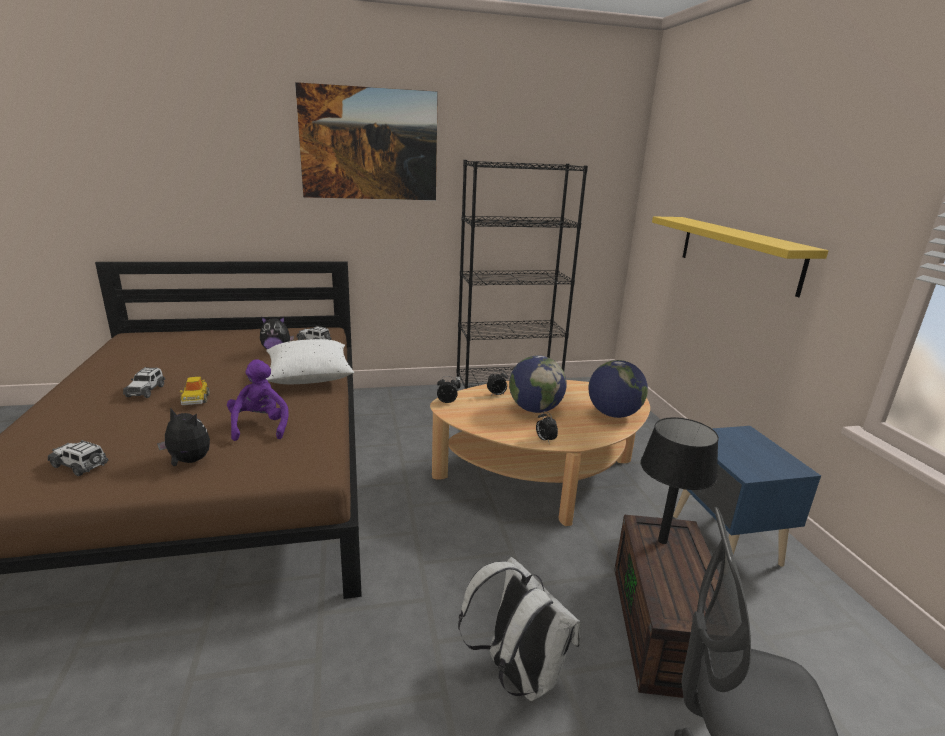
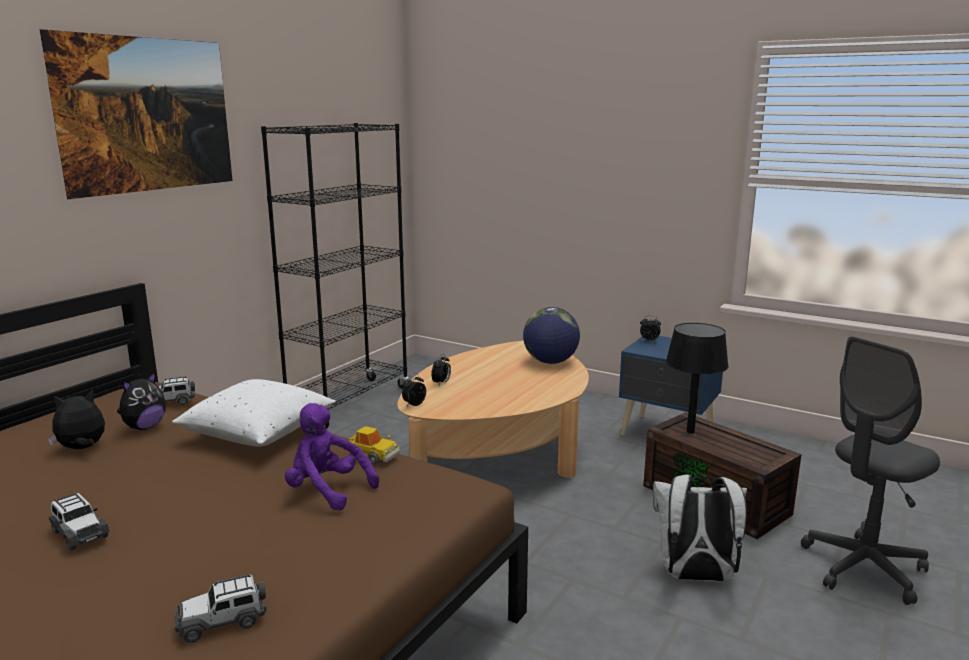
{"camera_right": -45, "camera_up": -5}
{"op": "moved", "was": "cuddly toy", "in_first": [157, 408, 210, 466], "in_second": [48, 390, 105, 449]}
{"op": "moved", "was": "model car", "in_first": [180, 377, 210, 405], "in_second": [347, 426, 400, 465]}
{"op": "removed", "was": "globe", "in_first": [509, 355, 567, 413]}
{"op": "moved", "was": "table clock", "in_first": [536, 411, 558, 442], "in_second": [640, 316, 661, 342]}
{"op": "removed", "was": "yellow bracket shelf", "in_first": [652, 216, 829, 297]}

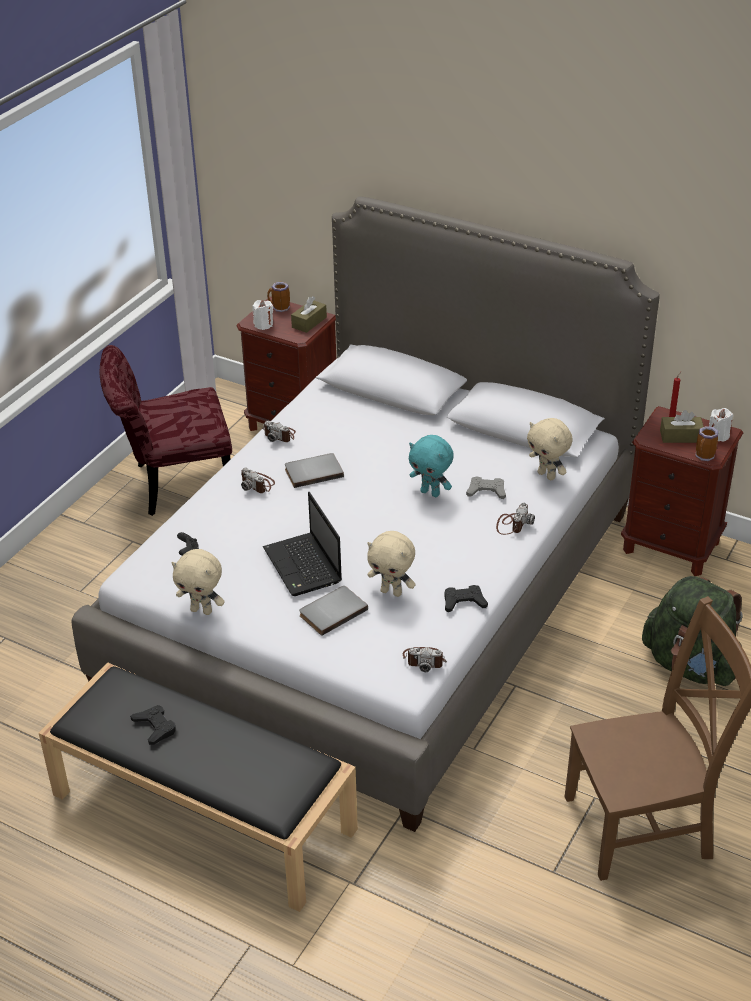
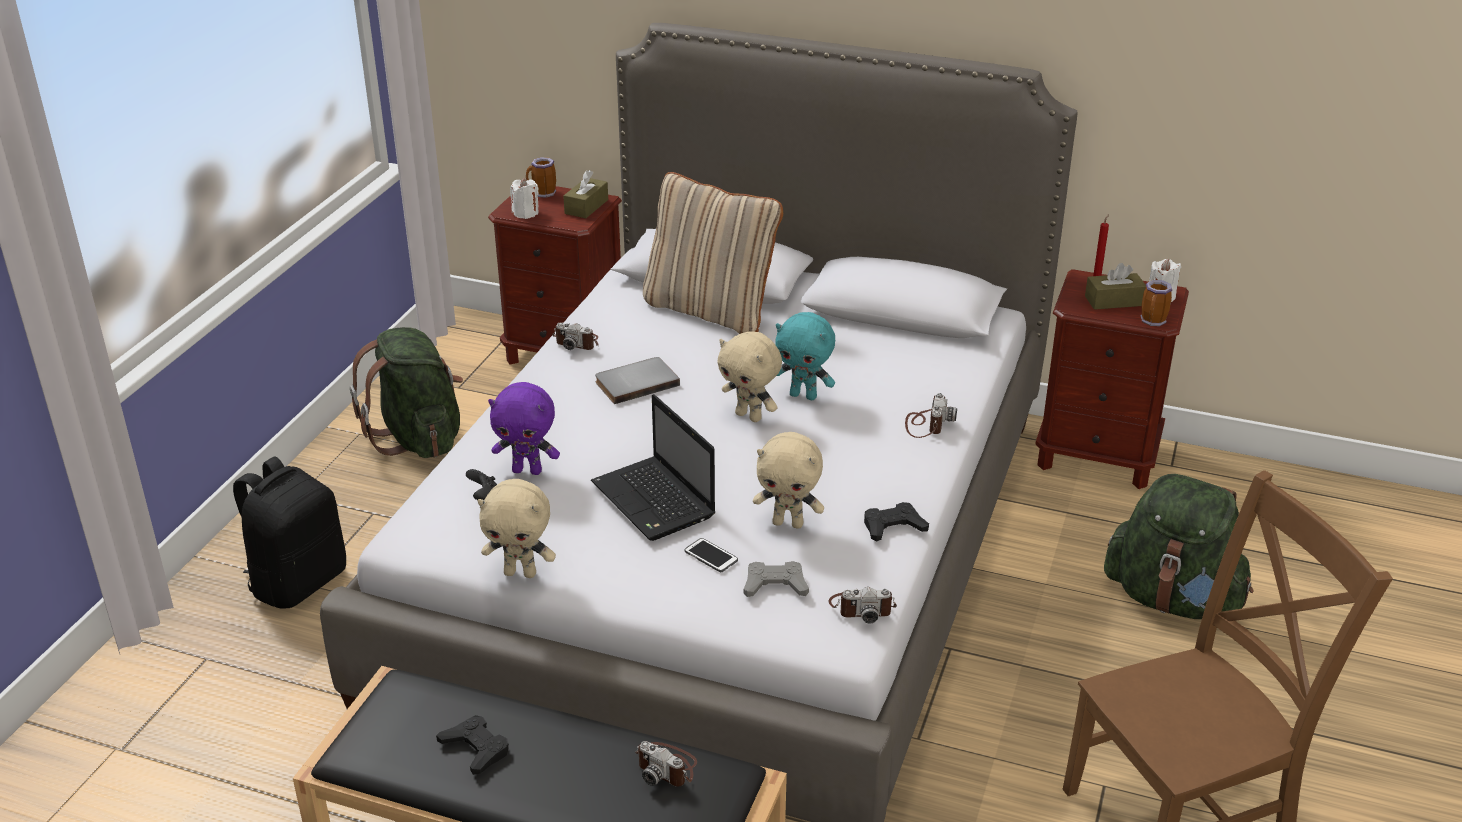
{"camera_right": -10, "camera_up": -5}
{"op": "replaced", "was": "red chair", "now": "green rucksack", "in_first": [99, 345, 232, 516], "in_second": [350, 327, 463, 458]}
{"op": "moved", "was": "still camera", "in_first": [241, 468, 275, 493], "in_second": [635, 741, 697, 787]}
{"op": "replaced", "was": "gray bound book", "now": "phone", "in_first": [299, 586, 368, 636], "in_second": [684, 538, 738, 572]}
{"op": "moved", "was": "gray joypad", "in_first": [466, 476, 506, 499], "in_second": [744, 561, 809, 597]}
{"op": "moved", "was": "beige cuddly toy", "in_first": [527, 418, 573, 480], "in_second": [717, 331, 782, 422]}
{"op": "added", "now": "black rucksack", "in_second": [233, 456, 346, 609]}
{"op": "added", "now": "purplish cuddly toy", "in_second": [488, 382, 560, 475]}
{"op": "added", "now": "beige pillow", "in_second": [643, 172, 783, 334]}

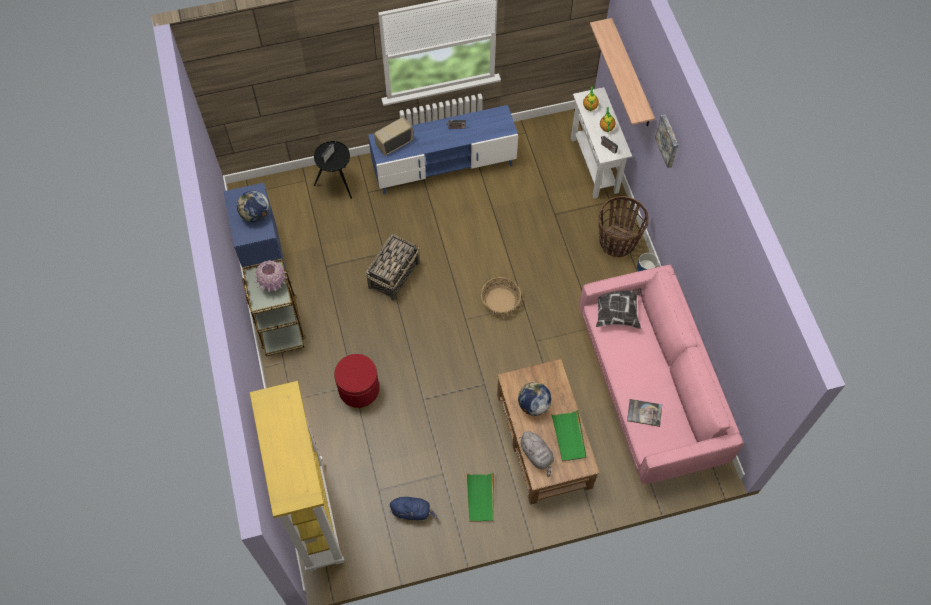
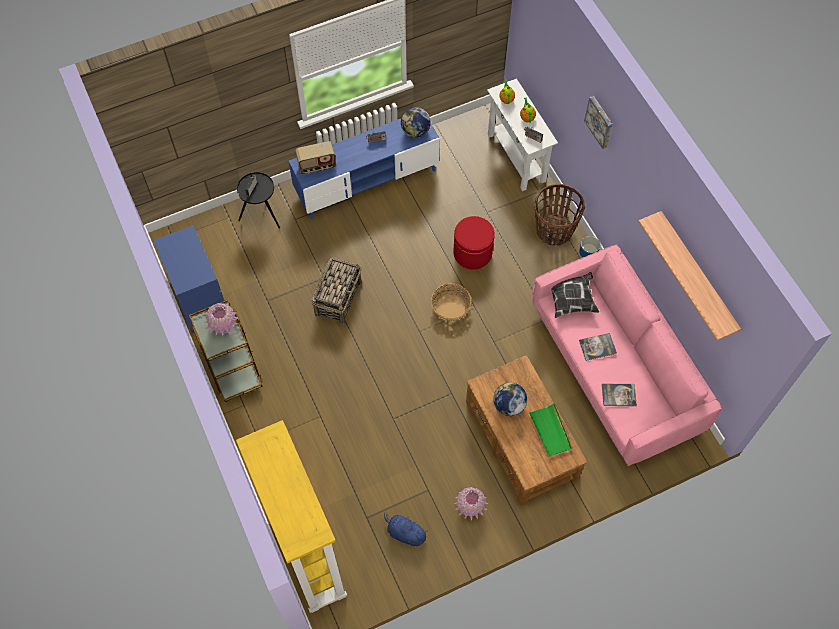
{"camera_right": -10, "camera_up": 0}
{"op": "moved", "was": "globe", "in_first": [237, 191, 269, 222], "in_second": [401, 107, 431, 138]}
{"op": "moved", "was": "red pouffe", "in_first": [334, 354, 379, 408], "in_second": [453, 216, 495, 270]}
{"op": "turned", "was": "radio set", "in_first": [374, 117, 413, 156], "in_second": [295, 141, 336, 174], "clockwise": -150}
{"op": "turned", "was": "blue cuddly toy", "in_first": [390, 497, 438, 520], "in_second": [384, 512, 428, 546], "clockwise": -150}
{"op": "replaced", "was": "green serving tray", "now": "pink-coloured flower vase", "in_first": [467, 473, 494, 522], "in_second": [454, 487, 488, 520]}
{"op": "removed", "was": "gray cuddly toy", "in_first": [519, 431, 554, 477]}
{"op": "moved", "was": "bracket shelf", "in_first": [590, 18, 655, 126], "in_second": [638, 211, 741, 341]}
{"op": "added", "now": "bound book", "in_second": [579, 333, 617, 361]}

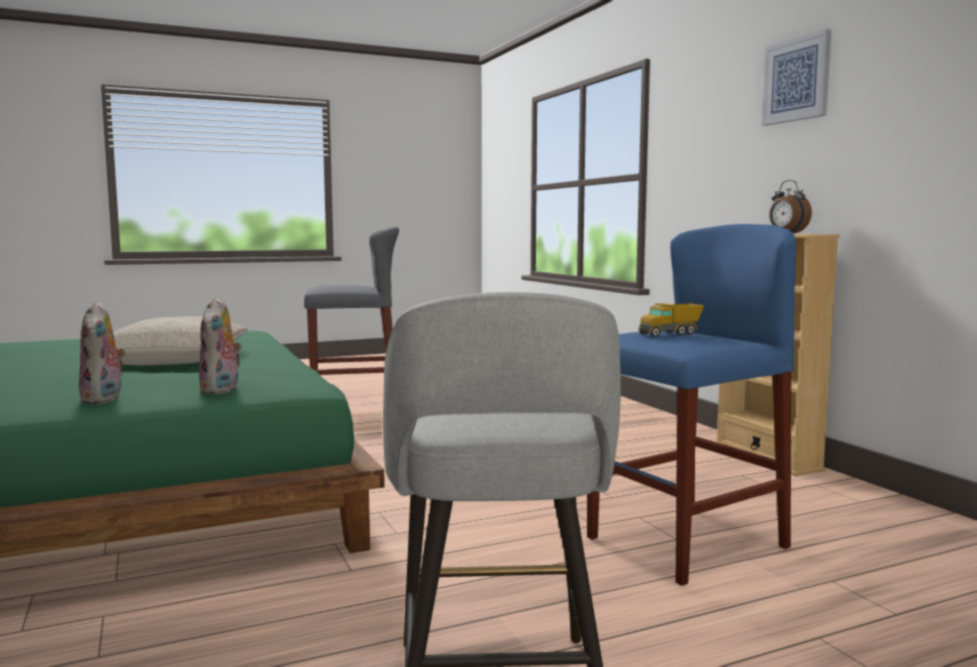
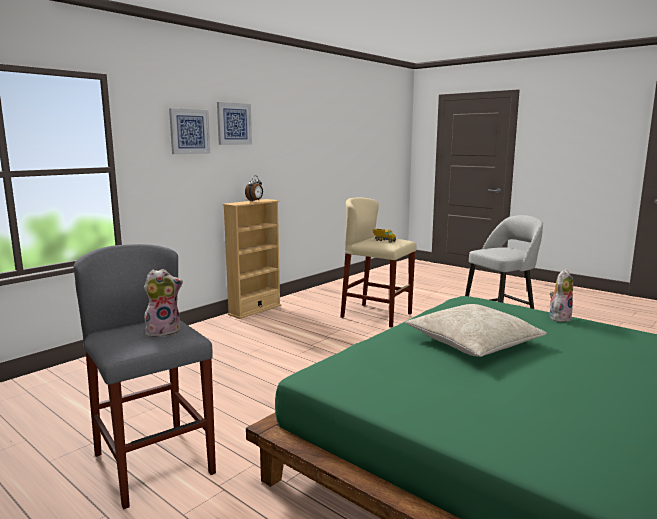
{"camera_right": -115, "camera_up": 5}
{"op": "moved", "was": "cuddly toy", "in_first": [199, 296, 242, 395], "in_second": [144, 269, 183, 337]}
{"op": "recoloured", "was": "blue sitting stool", "now": "beige sitting stool", "in_first": [587, 224, 796, 586], "in_second": [340, 197, 416, 328]}
{"op": "added", "now": "wall art", "in_second": [169, 108, 210, 154]}

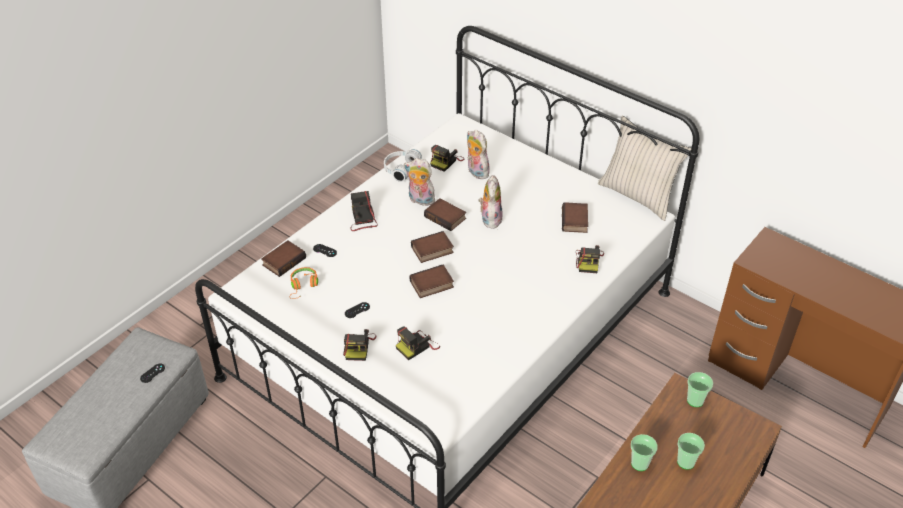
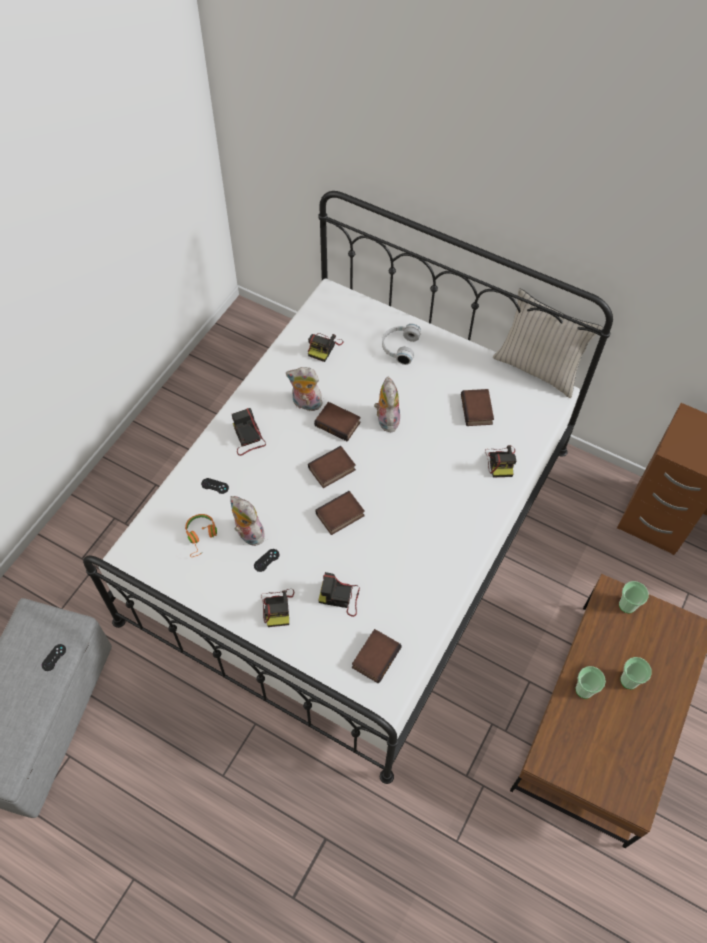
{"camera_right": -10, "camera_up": 15}
{"op": "moved", "was": "bound book", "in_first": [261, 240, 306, 277], "in_second": [352, 629, 402, 683]}
{"op": "moved", "was": "white-coloured pair of headphones", "in_first": [384, 149, 422, 182], "in_second": [382, 324, 421, 365]}
{"op": "turned", "was": "still camera", "in_first": [396, 326, 440, 360], "in_second": [318, 572, 360, 617], "clockwise": 60}
{"op": "moved", "was": "cuddly toy", "in_first": [467, 130, 490, 179], "in_second": [230, 496, 266, 546]}

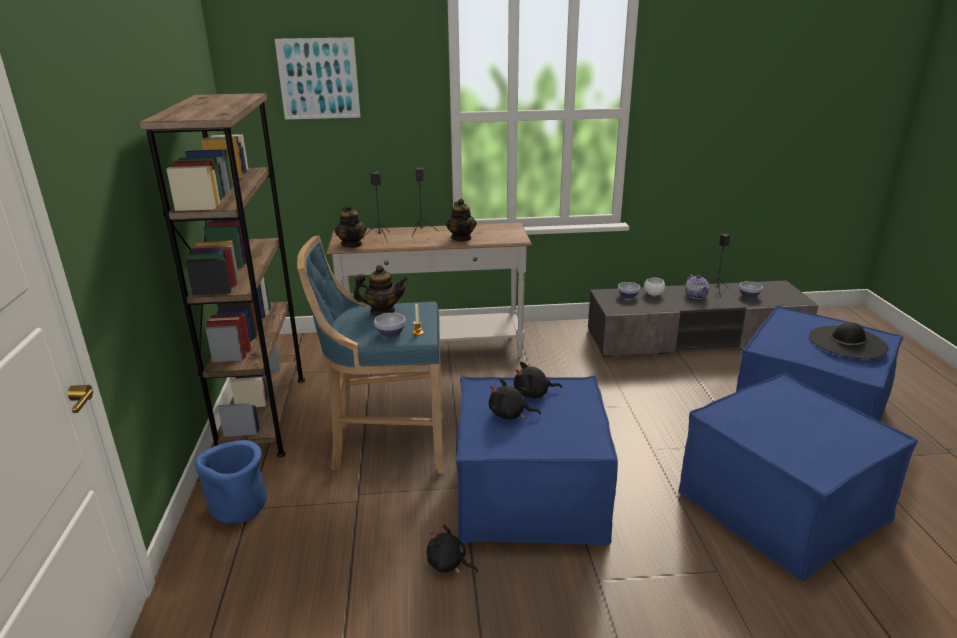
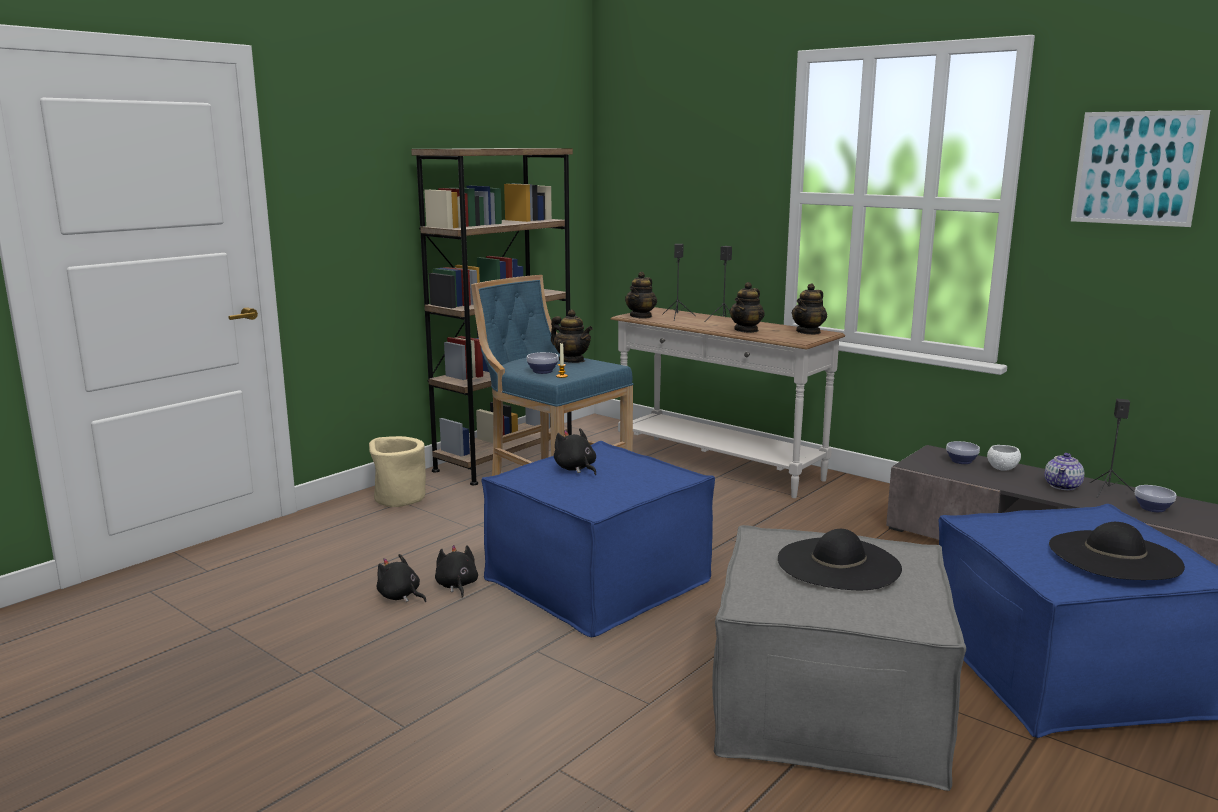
{"camera_right": 45, "camera_up": -10}
{"op": "recoloured", "was": "blue flower pot", "now": "beige flower pot", "in_first": [194, 440, 267, 524], "in_second": [369, 436, 426, 507]}
{"op": "moved", "was": "wall art", "in_first": [275, 37, 360, 119], "in_second": [1071, 110, 1210, 227]}
{"op": "moved", "was": "black cuddly toy", "in_first": [514, 362, 562, 398], "in_second": [377, 554, 426, 602]}
{"op": "recoloured", "was": "blue pouffe", "now": "gray pouffe", "in_first": [679, 373, 918, 581], "in_second": [712, 525, 966, 791]}
{"op": "added", "now": "black clothing hat", "in_second": [778, 529, 902, 590]}
{"op": "added", "now": "teapot", "in_second": [792, 283, 827, 335]}

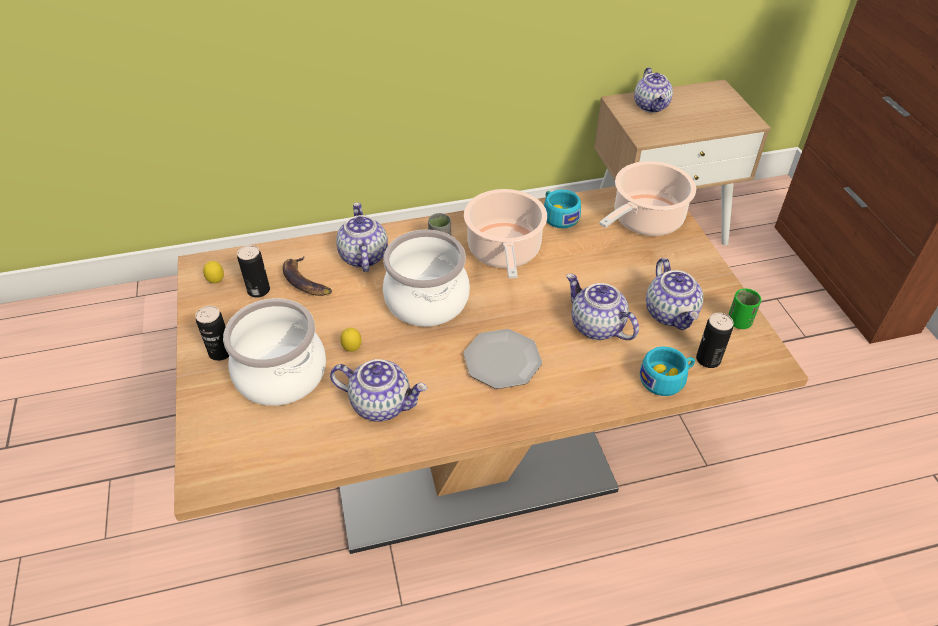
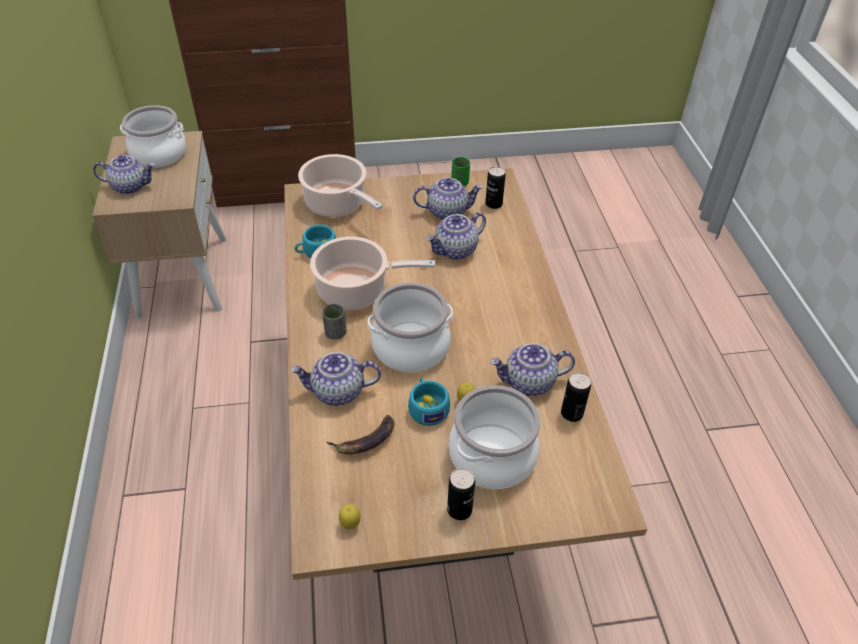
{"camera_right": -85, "camera_up": 0}
{"op": "moved", "was": "can", "in_first": [237, 245, 270, 298], "in_second": [561, 372, 591, 422]}
{"op": "turned", "was": "teapot", "in_first": [330, 359, 427, 422], "in_second": [490, 343, 575, 396], "clockwise": -120}
{"op": "removed", "was": "plate", "in_first": [463, 329, 542, 389]}
{"op": "moved", "was": "turquoise-coloured drinking cup", "in_first": [639, 346, 695, 396], "in_second": [408, 377, 450, 426]}
{"op": "added", "now": "saucepot", "in_second": [120, 105, 186, 168]}

